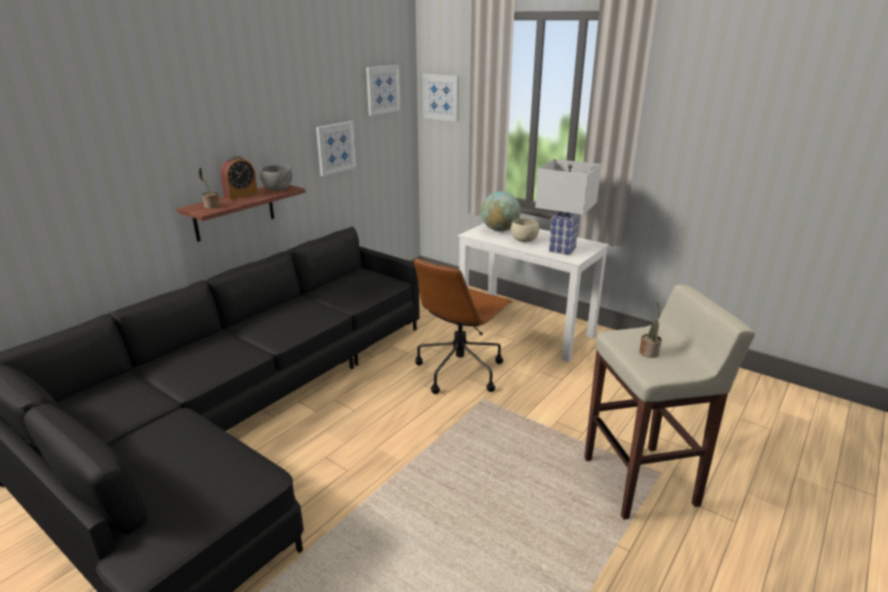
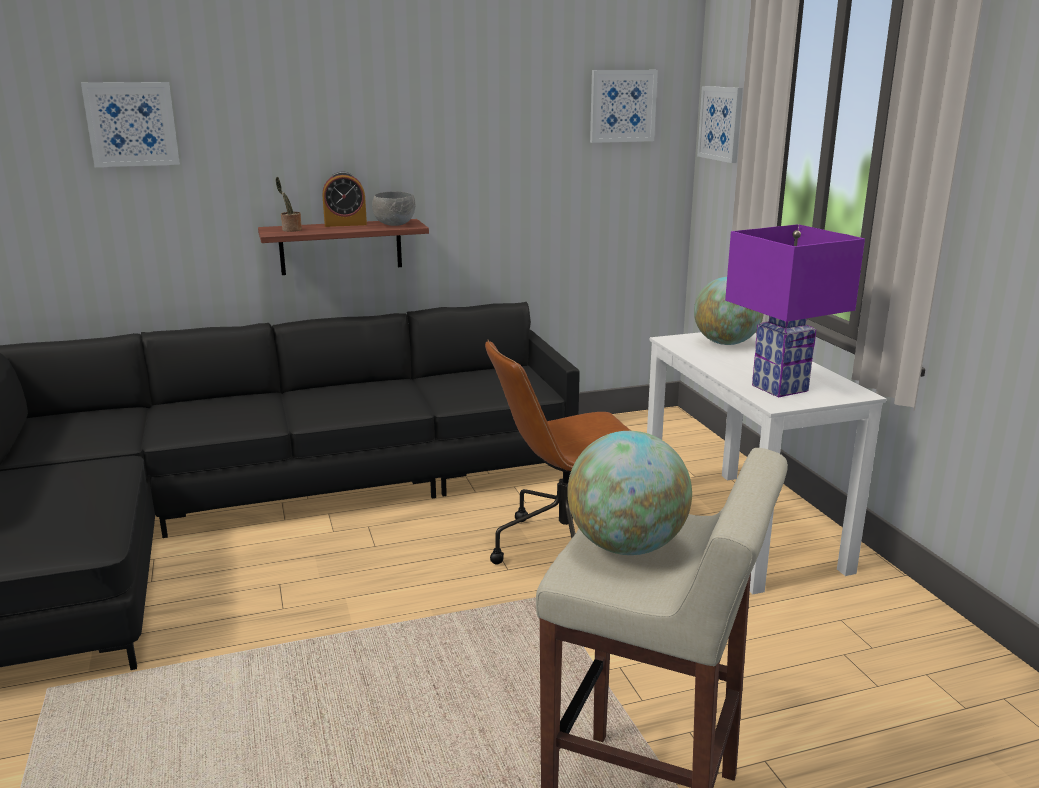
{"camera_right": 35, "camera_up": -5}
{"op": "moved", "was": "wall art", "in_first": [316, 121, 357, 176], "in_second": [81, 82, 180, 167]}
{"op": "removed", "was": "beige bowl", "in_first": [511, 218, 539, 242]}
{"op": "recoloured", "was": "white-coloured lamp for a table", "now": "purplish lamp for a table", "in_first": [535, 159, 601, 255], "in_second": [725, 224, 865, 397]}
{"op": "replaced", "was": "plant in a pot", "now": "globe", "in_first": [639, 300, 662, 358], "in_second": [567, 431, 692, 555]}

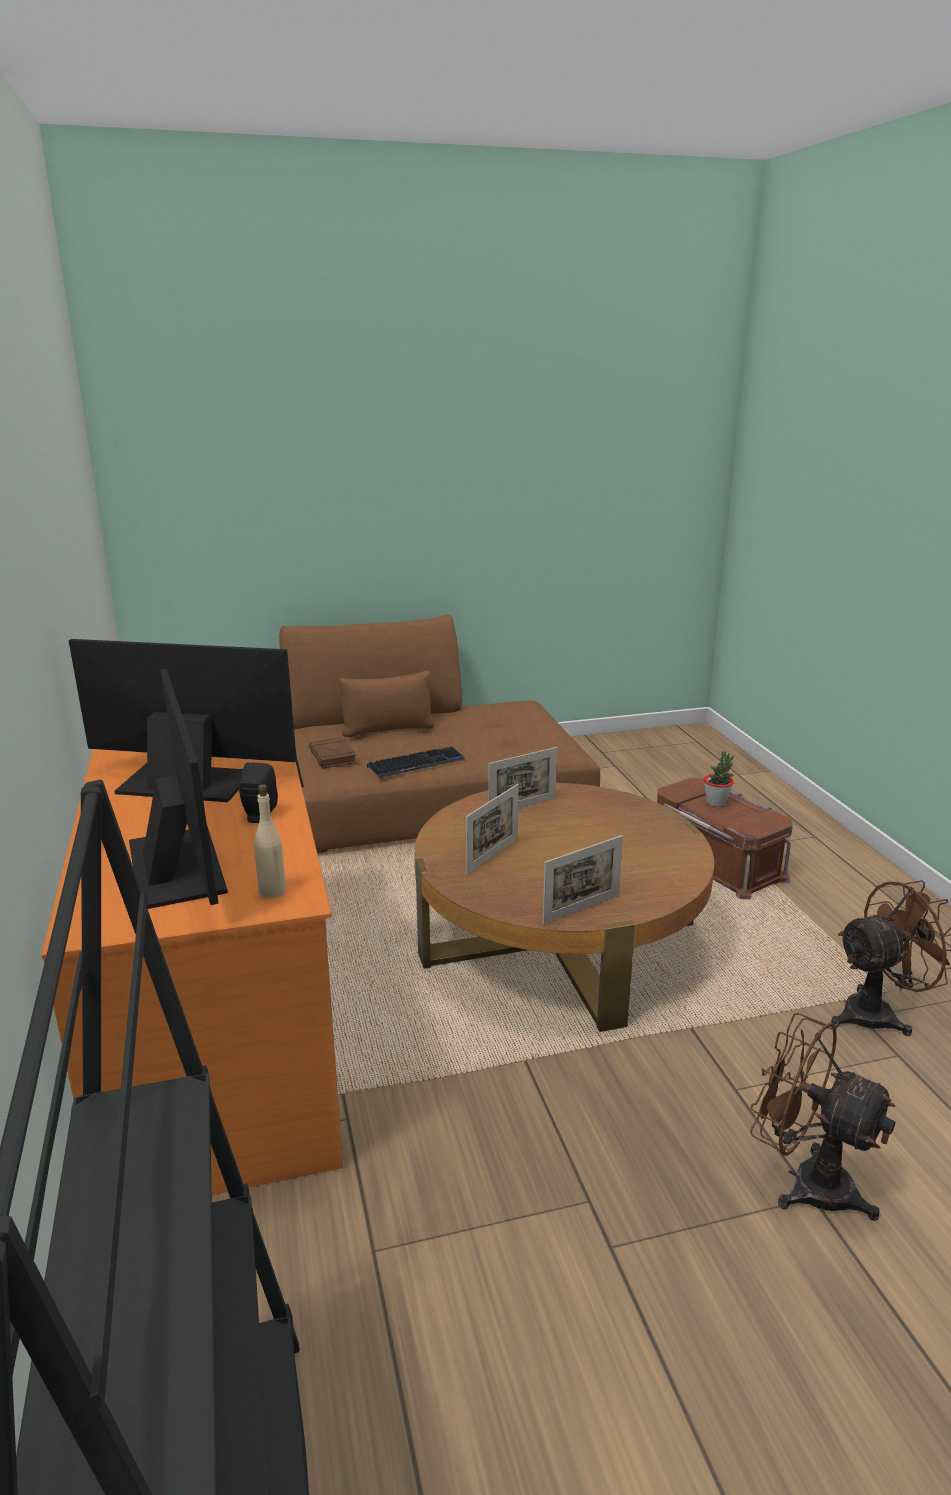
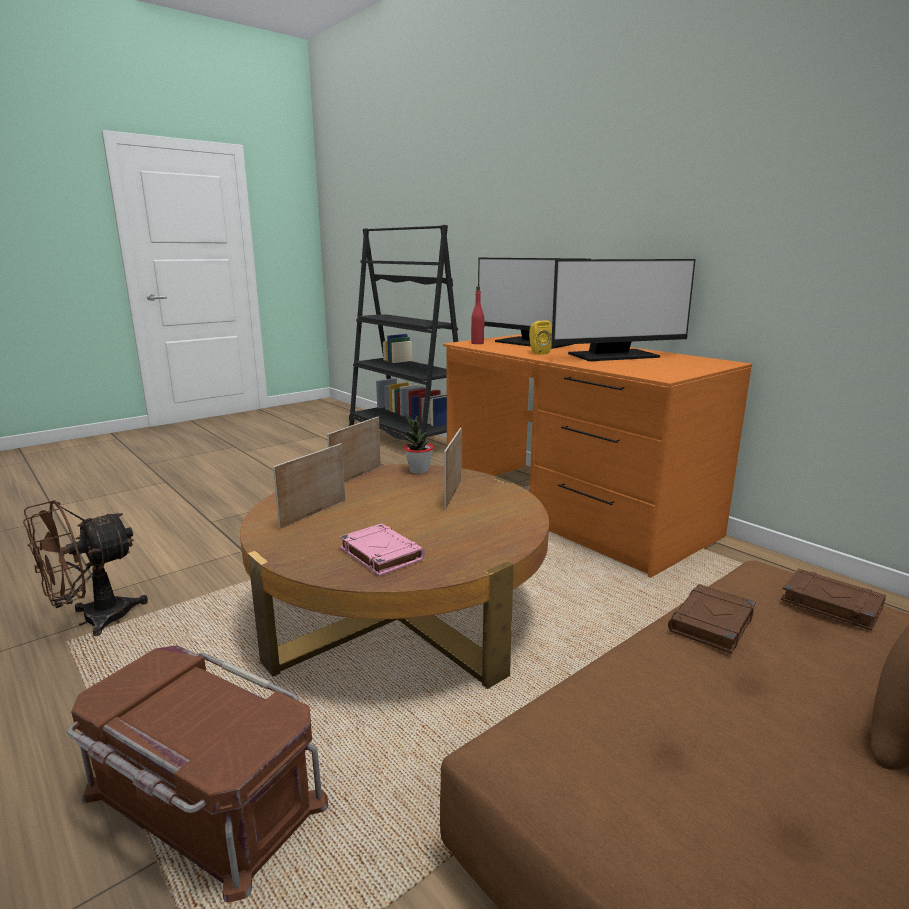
{"camera_right": 155, "camera_up": -5}
{"op": "recoloured", "was": "black loudspeaker", "now": "yellow loudspeaker", "in_first": [239, 762, 278, 823], "in_second": [529, 321, 552, 355]}
{"op": "recoloured", "was": "beige beverage bottle", "now": "red beverage bottle", "in_first": [254, 785, 286, 898], "in_second": [471, 286, 485, 344]}
{"op": "replaced", "was": "keyboard", "now": "brownish bound book", "in_first": [367, 746, 465, 778], "in_second": [668, 584, 756, 653]}
{"op": "moved", "was": "picture frame", "in_first": [488, 747, 557, 809], "in_second": [273, 443, 345, 529]}
{"op": "moved", "was": "plant in a pot", "in_first": [704, 751, 734, 807], "in_second": [404, 415, 434, 474]}
{"op": "removed", "was": "brownish cooling fan", "in_first": [750, 1013, 896, 1221]}
{"op": "added", "now": "pink-coloured bound book", "in_second": [340, 523, 425, 576]}

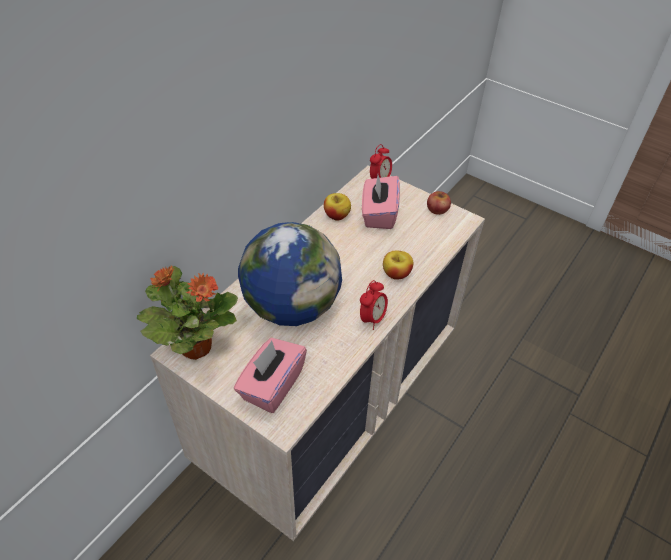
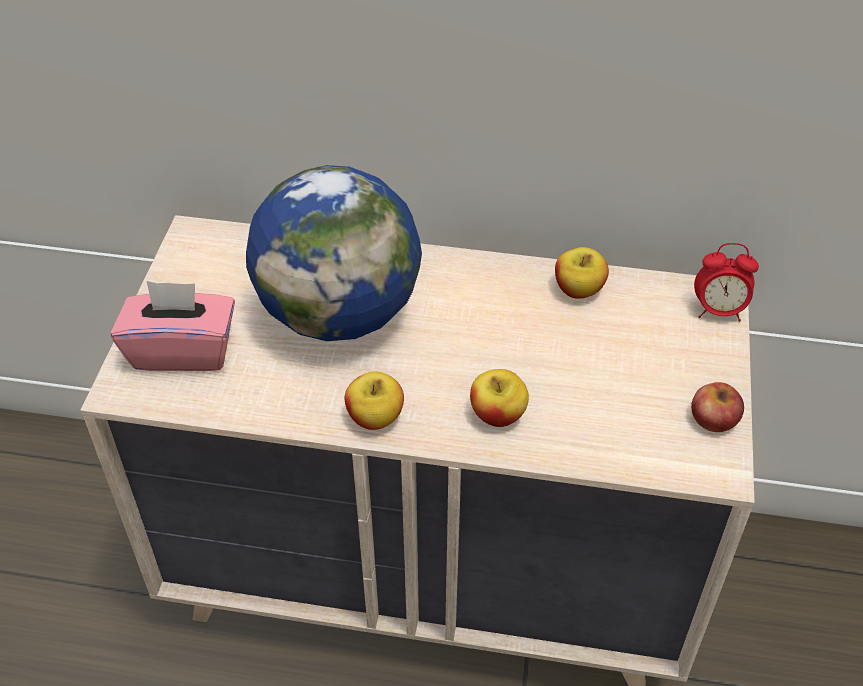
{"camera_right": 65, "camera_up": 0}
{"op": "removed", "was": "plant in a pot", "in_first": [137, 266, 238, 360]}
{"op": "replaced", "was": "table clock", "now": "apple", "in_first": [360, 280, 388, 330], "in_second": [345, 371, 404, 430]}
{"op": "removed", "was": "pink-coloured tissue holder", "in_first": [362, 175, 400, 229]}

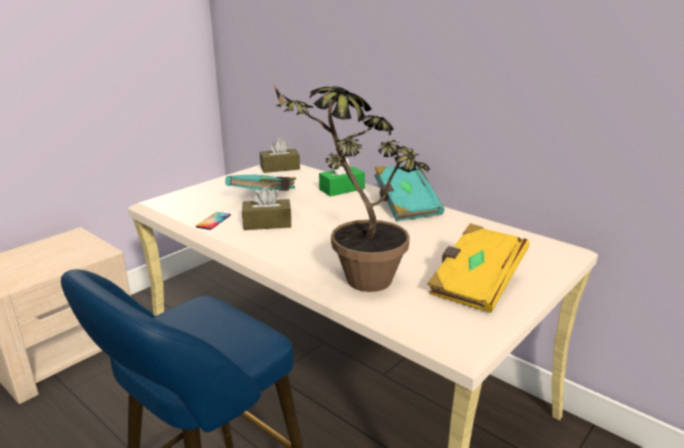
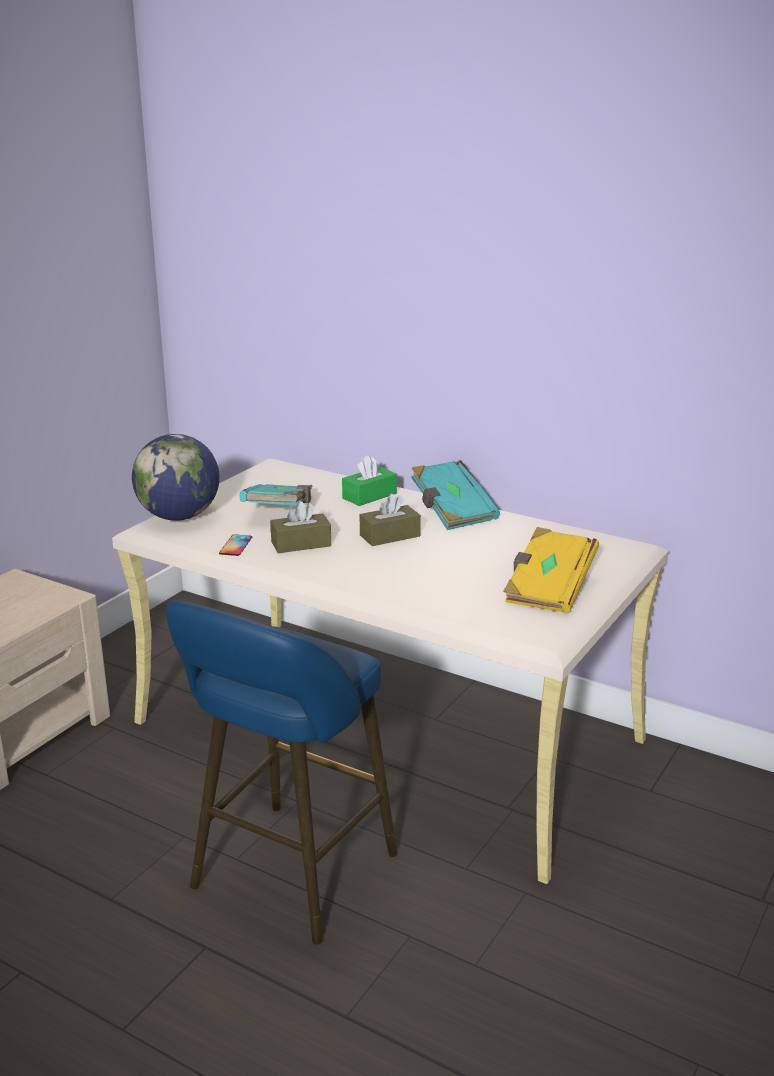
{"camera_right": -10, "camera_up": 0}
{"op": "moved", "was": "brownish tissue holder", "in_first": [260, 138, 300, 173], "in_second": [360, 494, 421, 546]}
{"op": "removed", "was": "plant in a pot", "in_first": [273, 84, 430, 292]}
{"op": "added", "now": "globe", "in_second": [132, 434, 219, 521]}

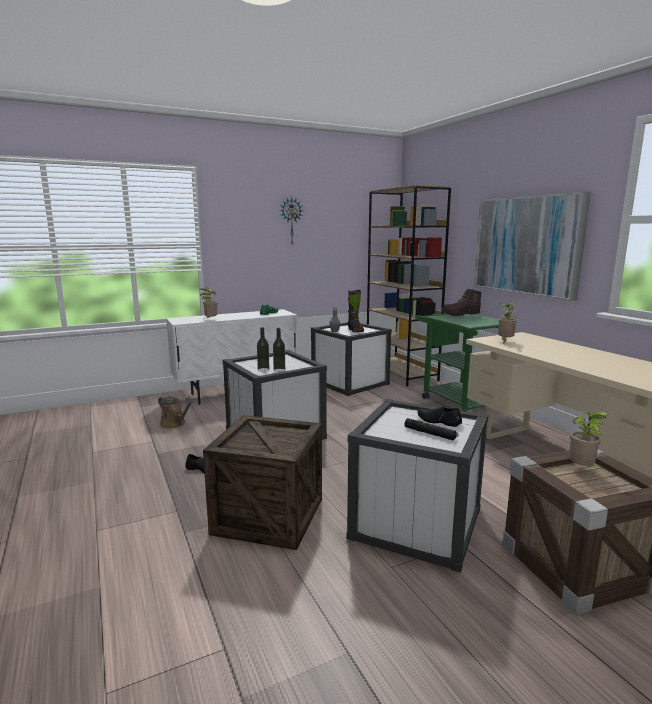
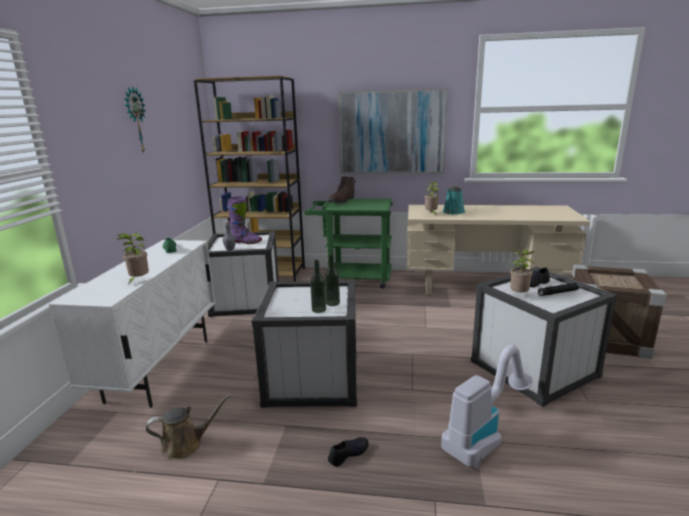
{"camera_right": -55, "camera_up": 5}
{"op": "replaced", "was": "shipping crate", "now": "hoover", "in_first": [203, 415, 322, 550], "in_second": [441, 345, 532, 468]}
{"op": "recoloured", "was": "black tall boot", "now": "purplish tall boot", "in_first": [348, 290, 364, 332], "in_second": [227, 196, 262, 244]}
{"op": "moved", "was": "plant in a pot", "in_first": [569, 411, 609, 468], "in_second": [510, 249, 534, 293]}
{"op": "added", "now": "turquoise-coloured watering can", "in_second": [443, 187, 465, 215]}

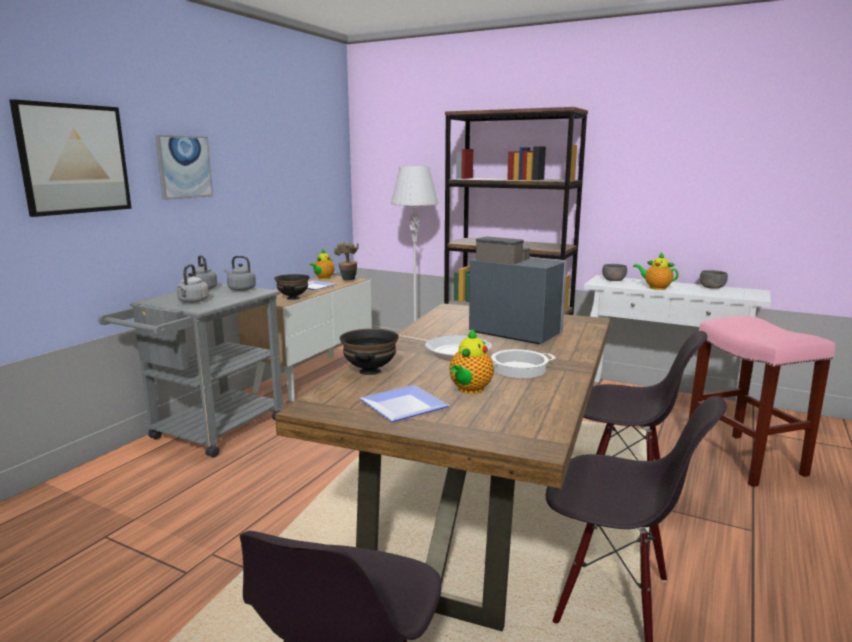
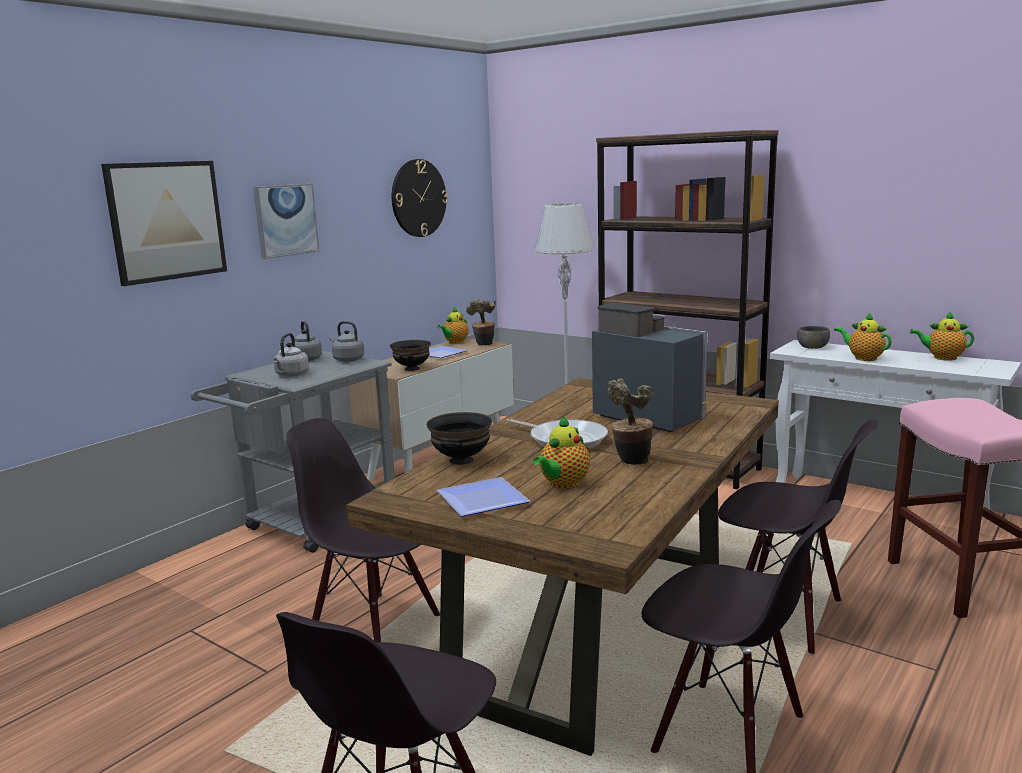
{"camera_right": 10, "camera_up": 0}
{"op": "replaced", "was": "saucepot", "now": "plant in a pot", "in_first": [491, 349, 556, 378], "in_second": [607, 378, 653, 465]}
{"op": "replaced", "was": "gray bowl", "now": "teapot", "in_first": [700, 270, 728, 289], "in_second": [910, 311, 974, 361]}
{"op": "added", "now": "black chair", "in_second": [286, 418, 440, 642]}
{"op": "added", "now": "hanging clock", "in_second": [392, 159, 448, 237]}

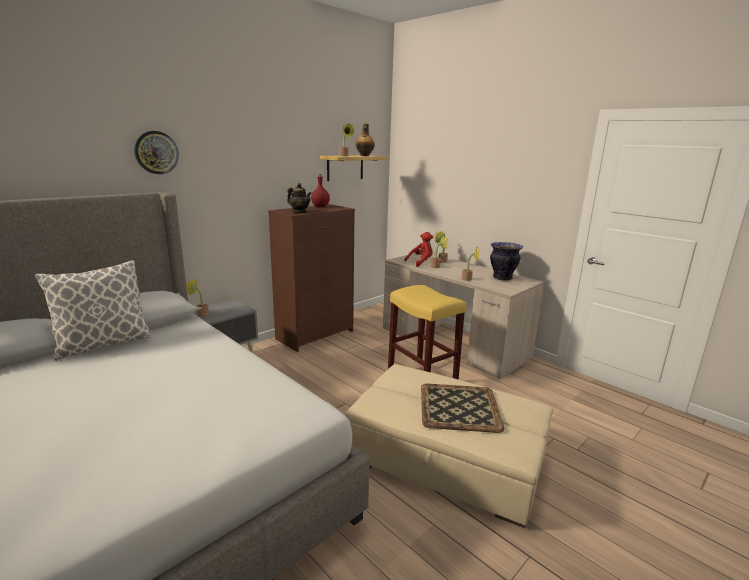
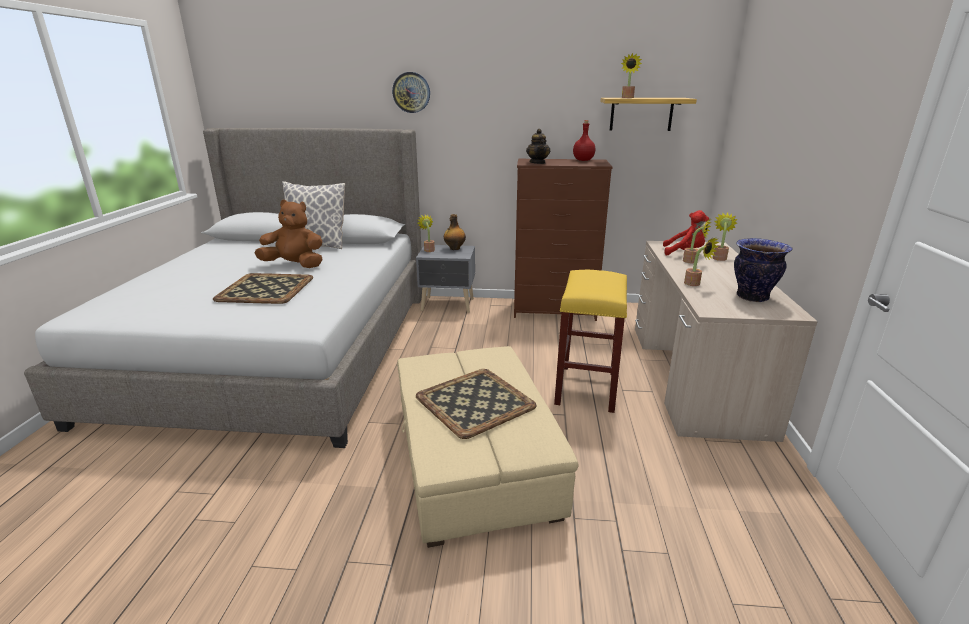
{"camera_right": 50, "camera_up": 5}
{"op": "moved", "was": "beverage bottle", "in_first": [356, 124, 375, 156], "in_second": [444, 214, 466, 250]}
{"op": "added", "now": "serving tray", "in_second": [213, 273, 313, 304]}
{"op": "added", "now": "brownish cuddly toy", "in_second": [255, 199, 323, 268]}

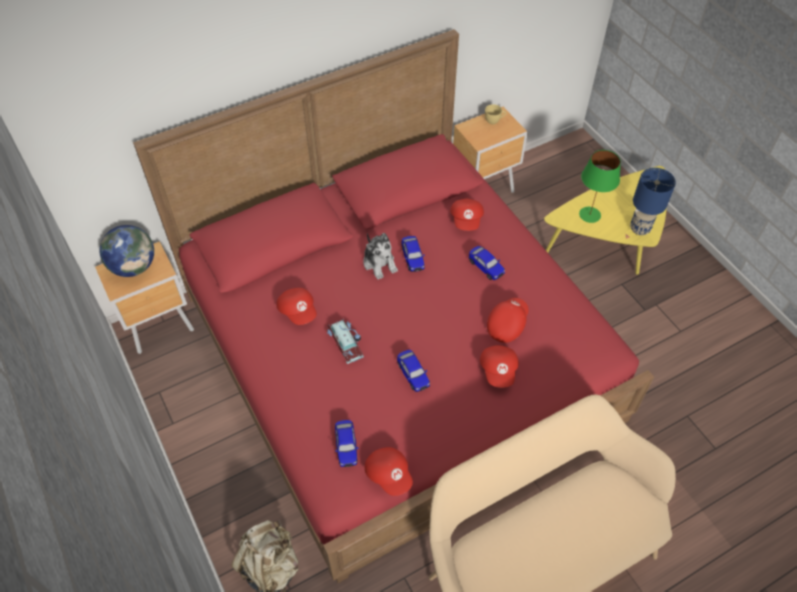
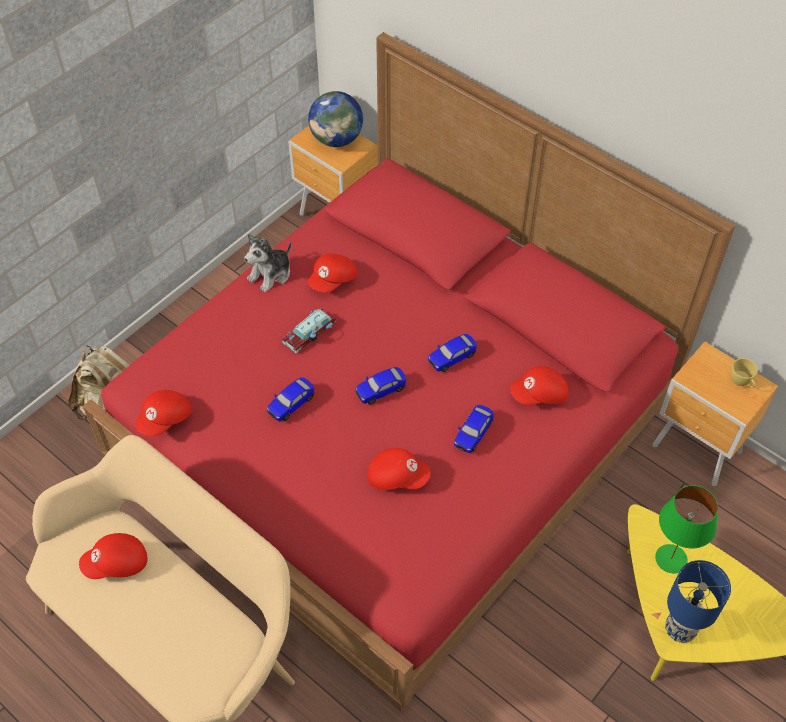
{"camera_right": 70, "camera_up": 0}
{"op": "moved", "was": "model car", "in_first": [335, 420, 358, 467], "in_second": [355, 367, 406, 404]}
{"op": "moved", "was": "cuddly toy", "in_first": [363, 233, 398, 280], "in_second": [244, 234, 291, 292]}
{"op": "moved", "was": "red cap", "in_first": [480, 345, 519, 388], "in_second": [79, 533, 147, 579]}

